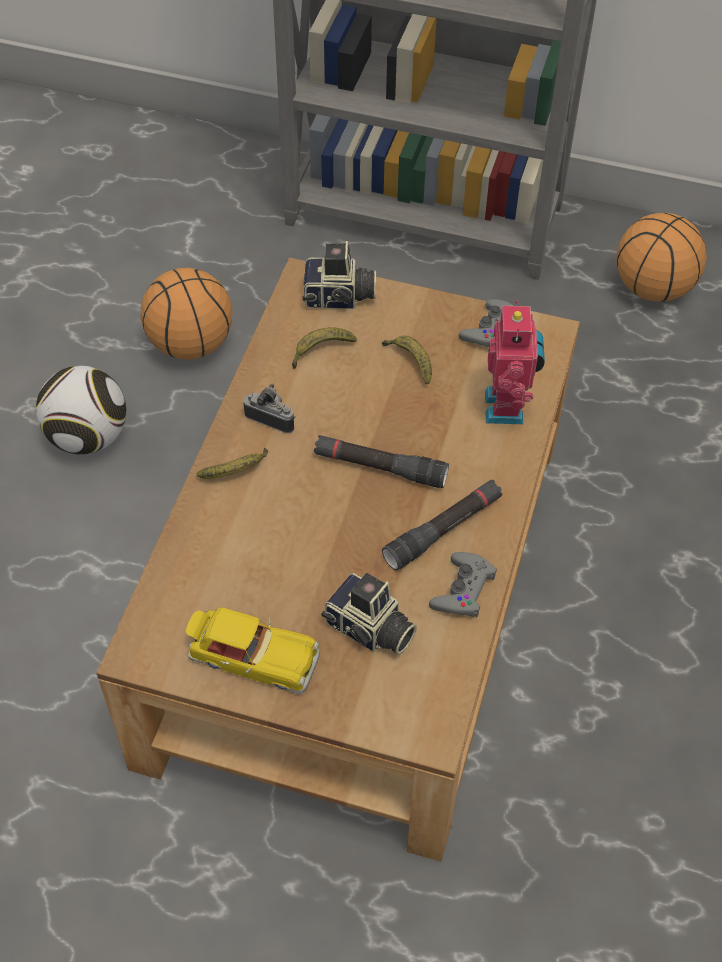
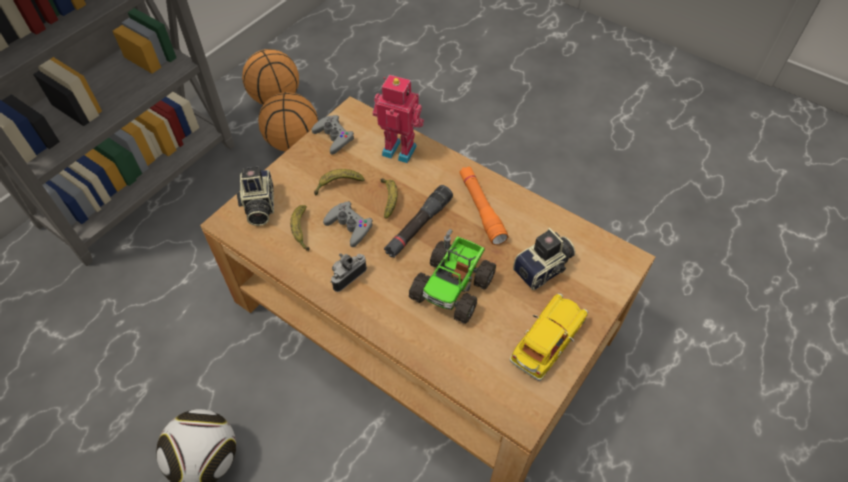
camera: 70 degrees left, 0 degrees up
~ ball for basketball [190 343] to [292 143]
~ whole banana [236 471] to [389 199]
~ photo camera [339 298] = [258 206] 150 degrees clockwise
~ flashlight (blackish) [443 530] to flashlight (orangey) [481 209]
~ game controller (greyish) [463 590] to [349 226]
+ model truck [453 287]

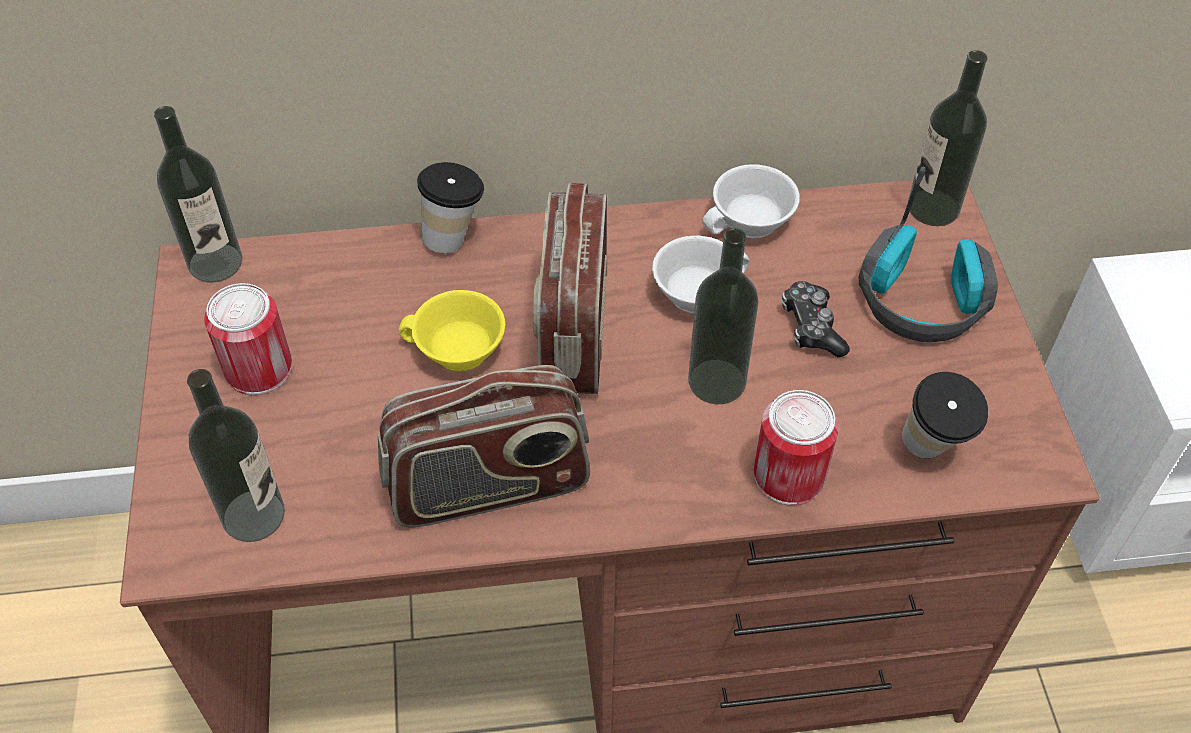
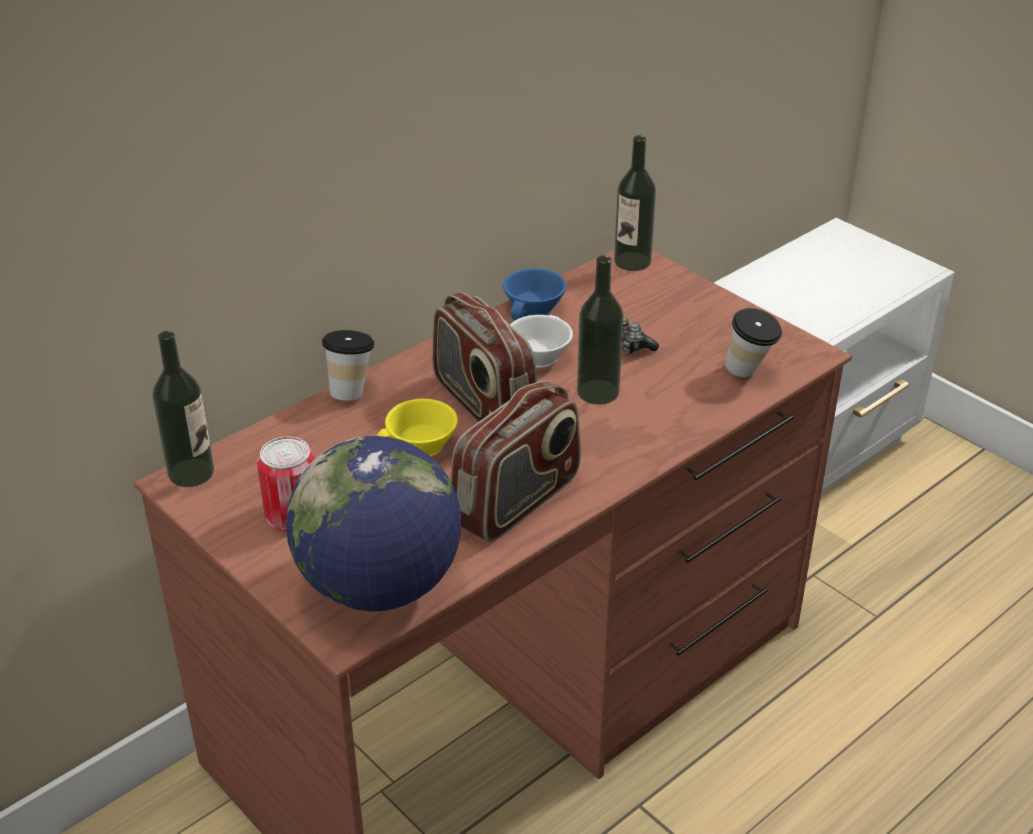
camera: 35 degrees left, 15 degrees down
~ bottle [254 515] to desk globe [379 586]
~ drinking cup (white-coloured) [751 223] to drinking cup (blue-coloured) [535 309]
- sealed can [789 476]
- headphones [922 300]

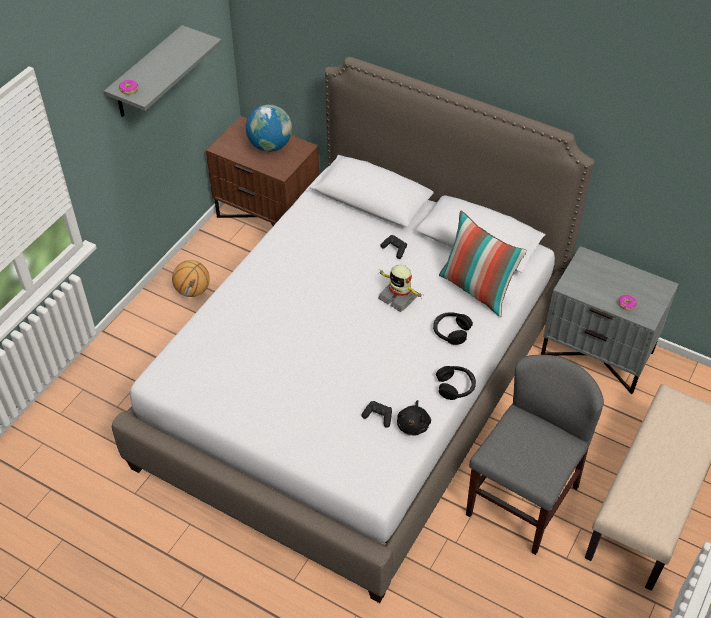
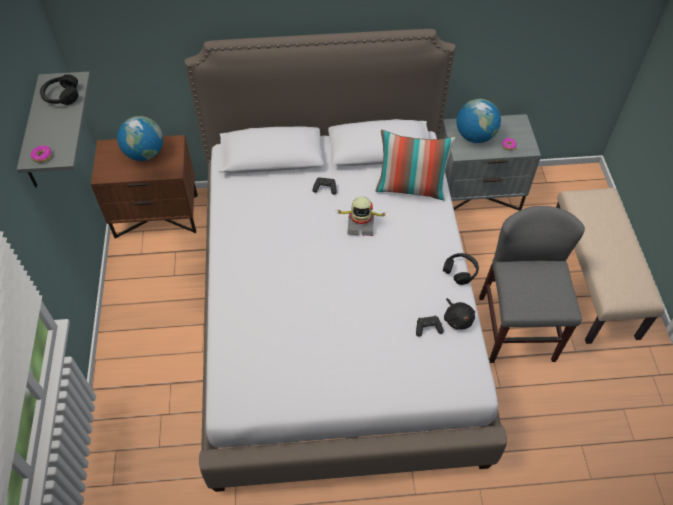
camera: 35 degrees left, 5 degrees up
- ball for basketball [193 290]
~ headphones (blackish) [451 331] to [61 96]
+ desk globe [475 136]

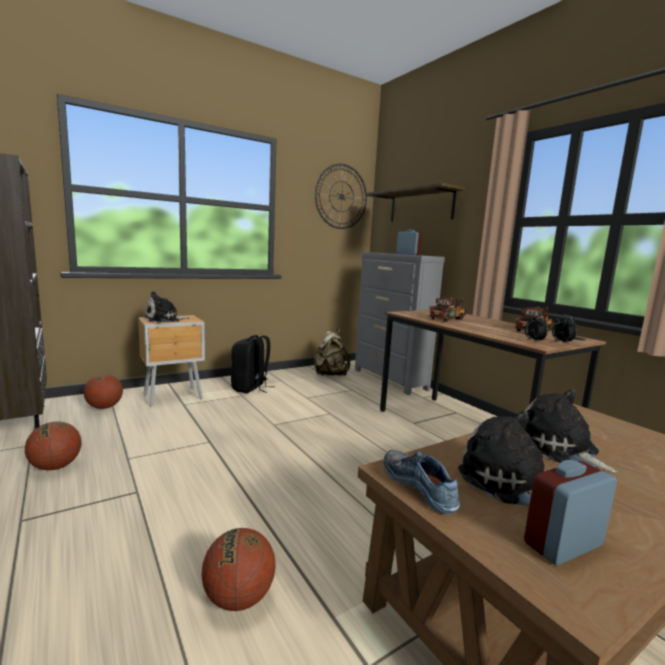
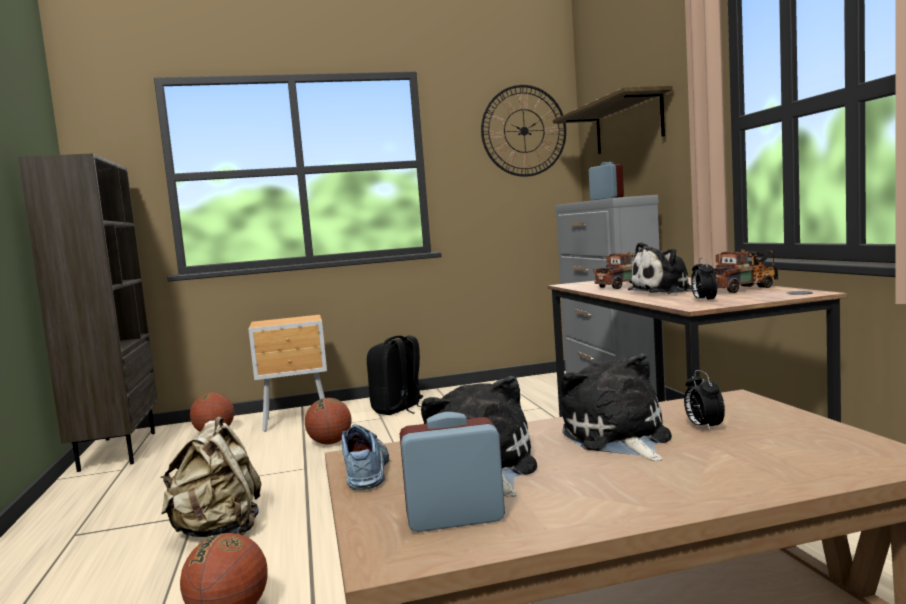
camera: 20 degrees right, 5 degrees down
~ ball for basketball [55 467] to [330 443]
~ soft toy [164 320] to [666 291]
~ rucksack (beige) [329 375] to [219 531]
~ bedside clock [561 342] to [703 427]

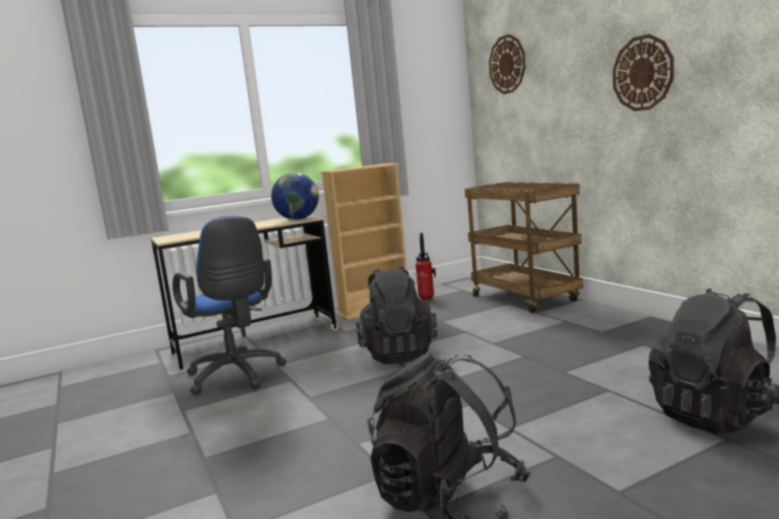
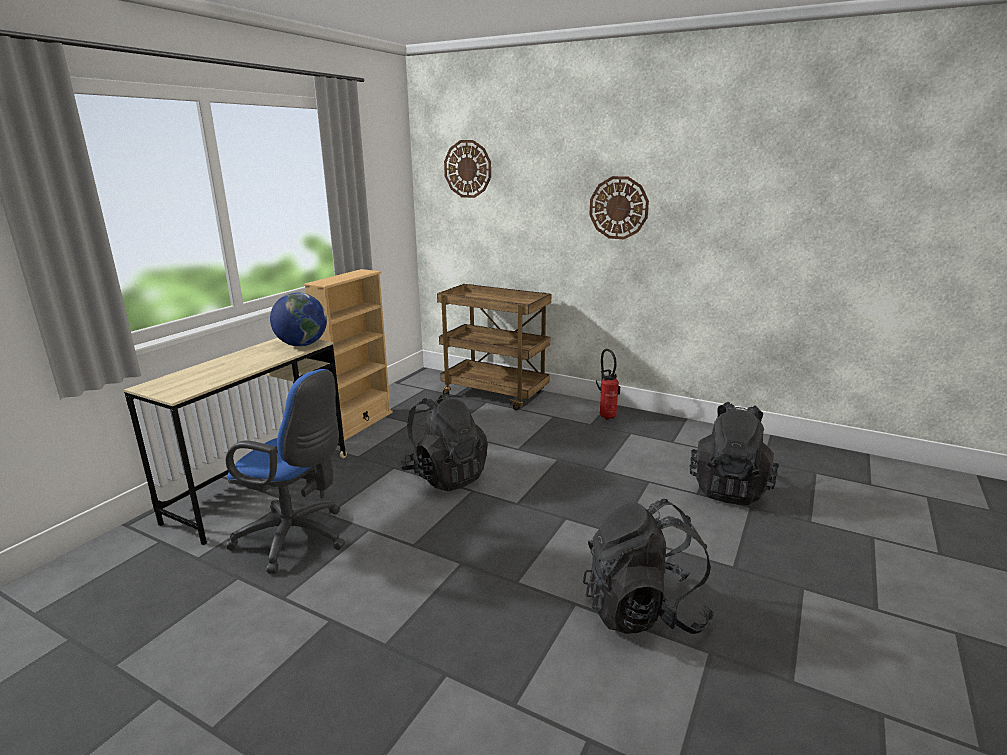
camera: 35 degrees left, 10 degrees up
~ extinguisher [427 297] to [606 416]

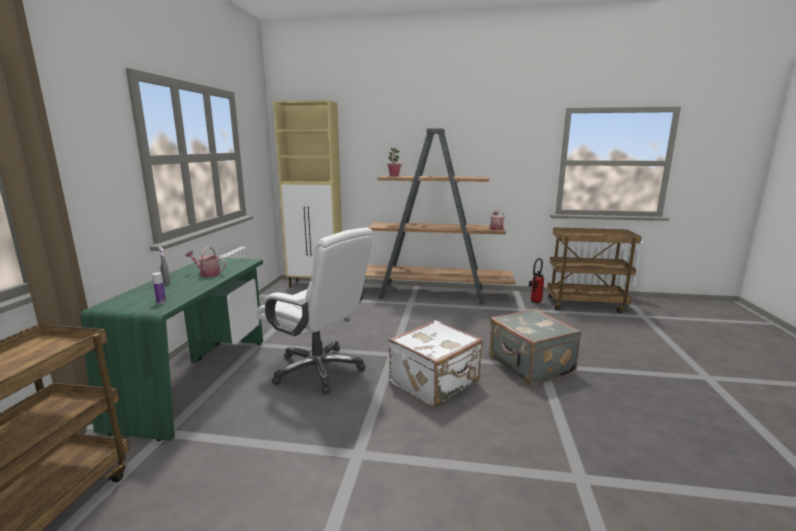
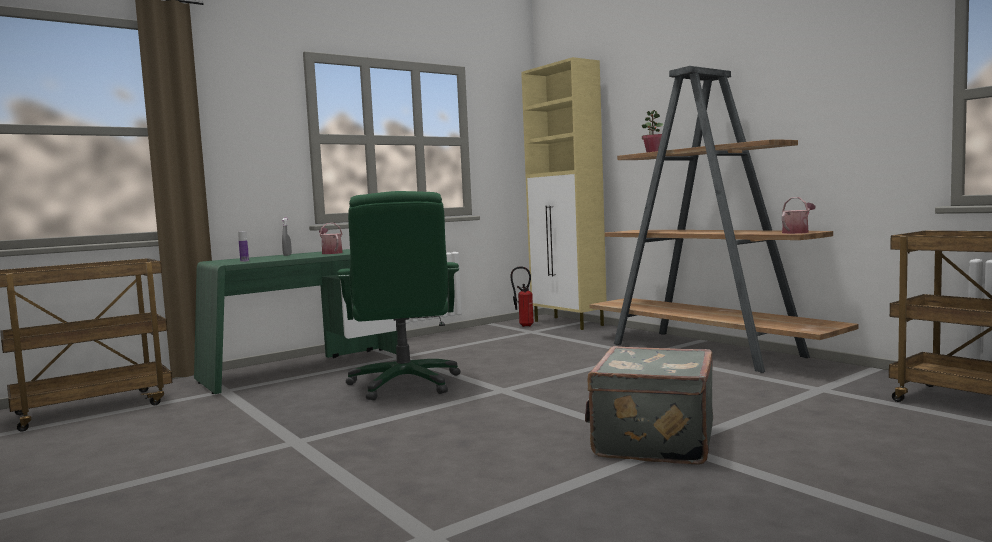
camera: 45 degrees right, 10 degrees down
~ office chair (white-coloured) [319 370] to office chair (green) [405 384]
- travel case (white-coloured) [435 383]
~ extinguisher [534 302] to [524 325]

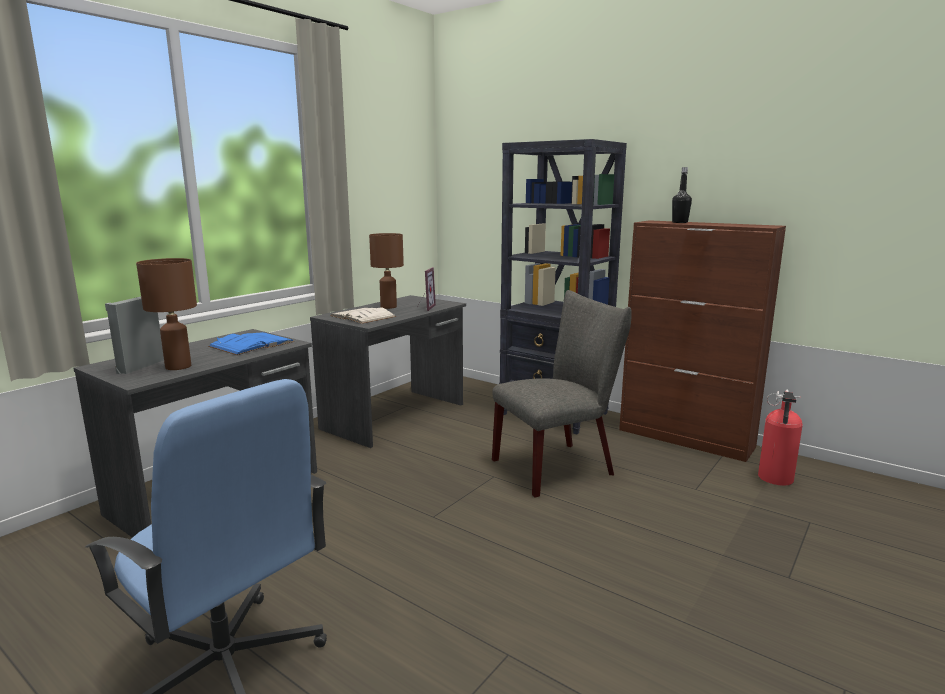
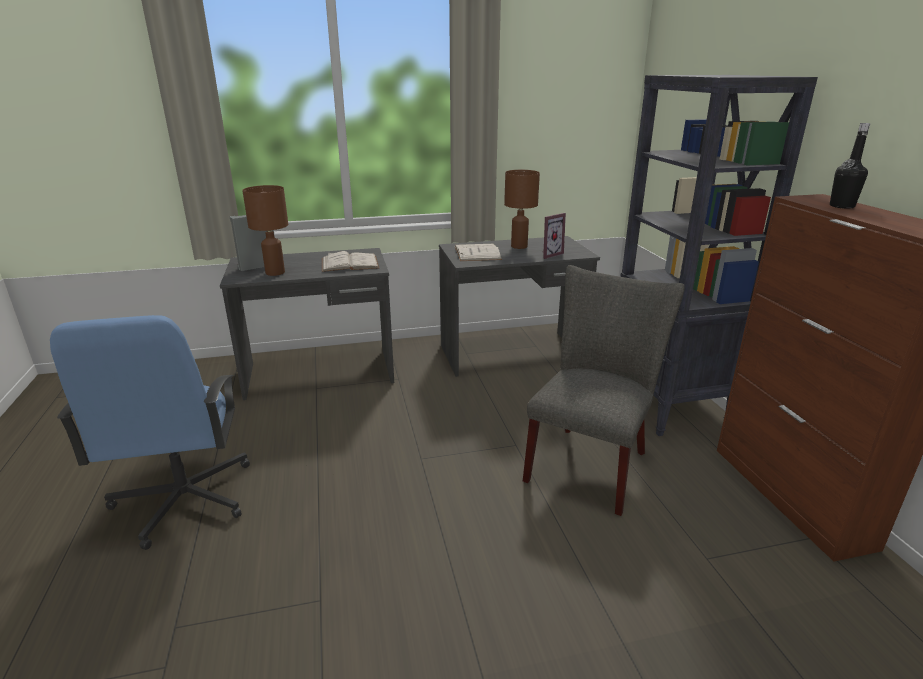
camera: 40 degrees right, 10 degrees up
~ bound book (blue-coloured) [251 344] to bound book (white-coloured) [349 263]
~ chair (greyish) [559 466] = [590 462] 75 degrees counterclockwise
- extinguisher [775 479]

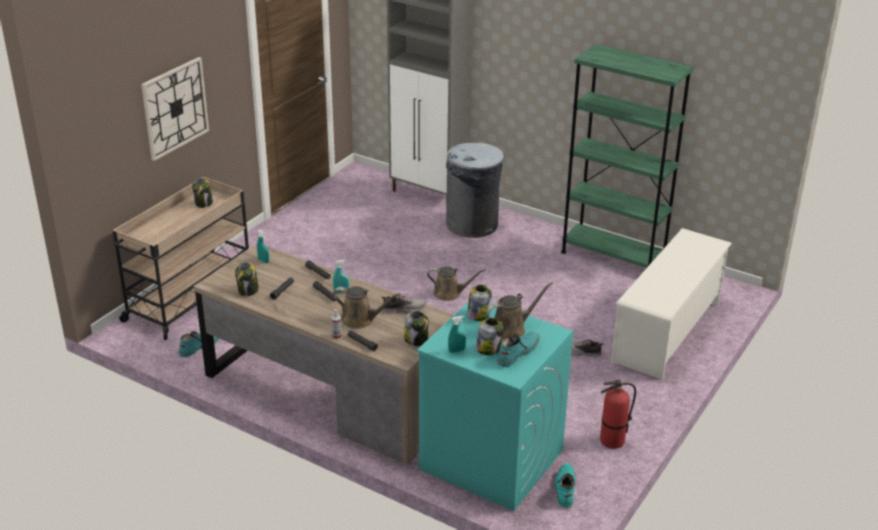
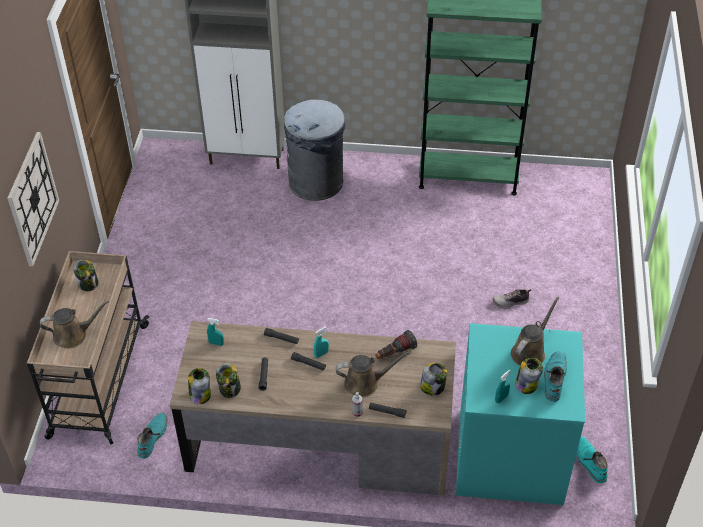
camera: 25 degrees left, 15 degrees up
~ shoe [403 309] to flashlight [394 353]
~ sprinkling can (brown-coloured) [450 294] to [73 335]
~ jar [478 315] to [200 394]
- extinguisher [612 441]
- shoe stand (white-coloured) [667 332]

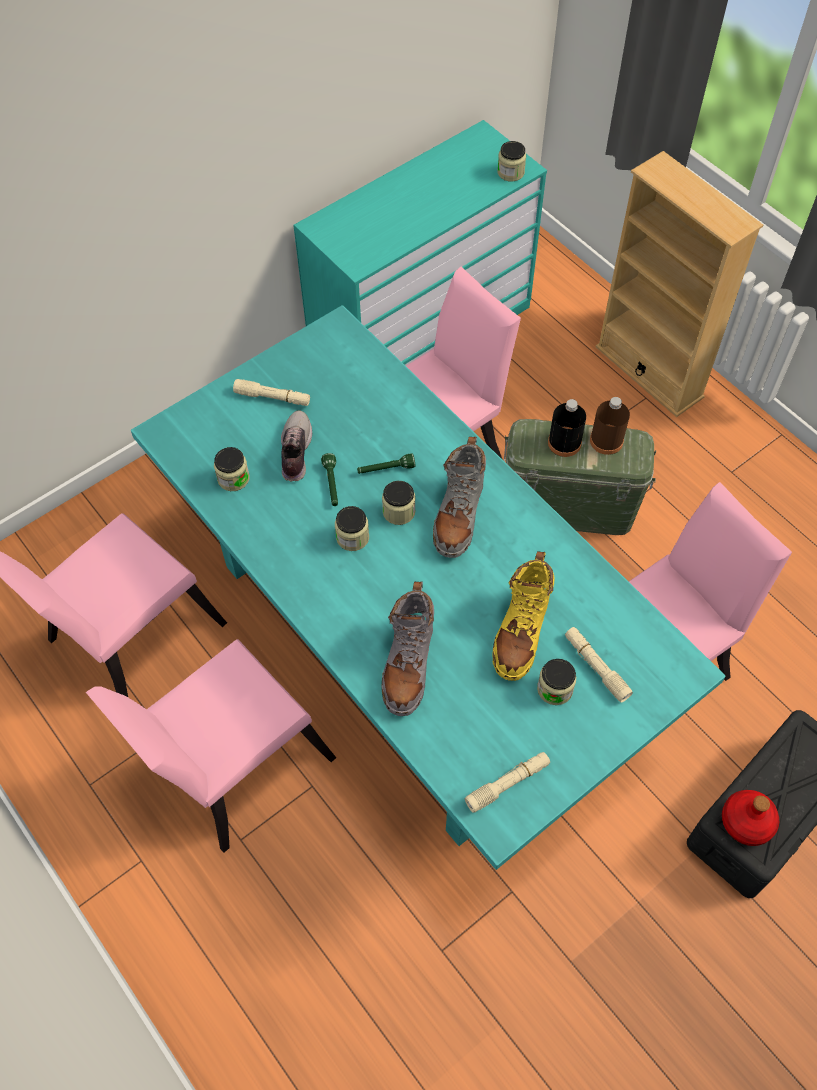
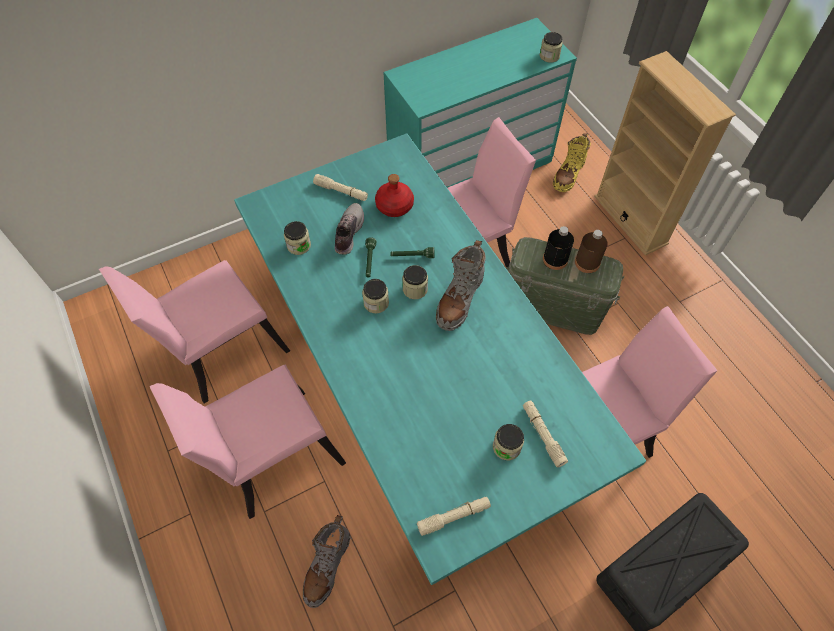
camera: 10 degrees right, 0 degrees up
~ high-top boot (greyish) [408 664] to [327 566]
~ high-top boot (yellow) [521 632] to [568 174]
~ bottle (reddish) [747 821] to [395 205]

